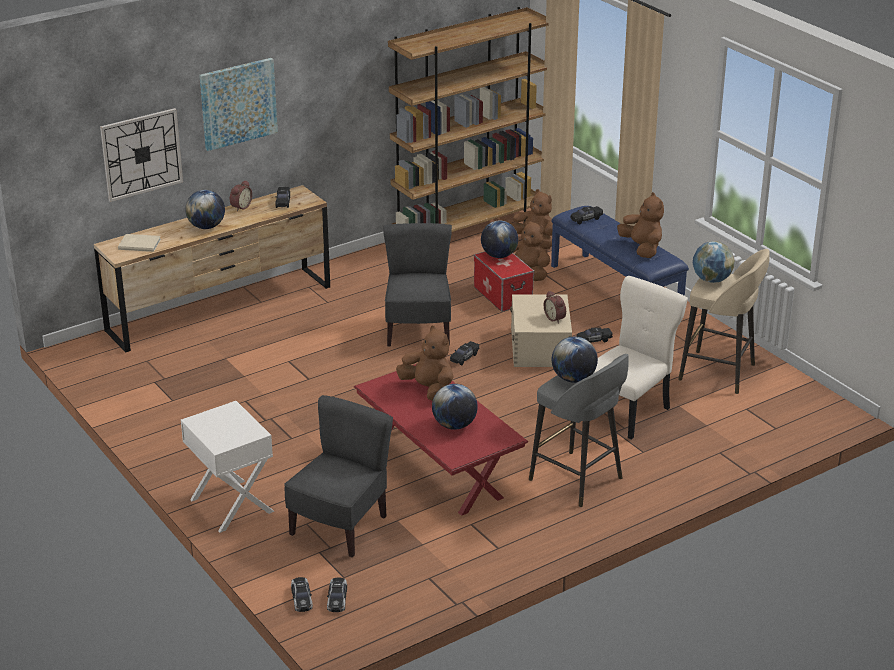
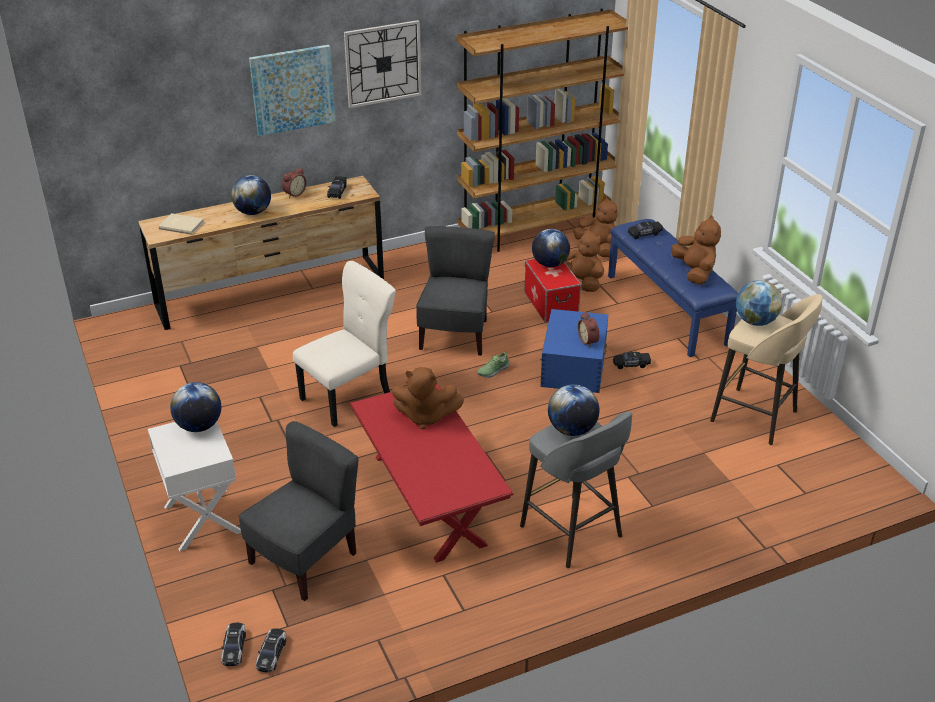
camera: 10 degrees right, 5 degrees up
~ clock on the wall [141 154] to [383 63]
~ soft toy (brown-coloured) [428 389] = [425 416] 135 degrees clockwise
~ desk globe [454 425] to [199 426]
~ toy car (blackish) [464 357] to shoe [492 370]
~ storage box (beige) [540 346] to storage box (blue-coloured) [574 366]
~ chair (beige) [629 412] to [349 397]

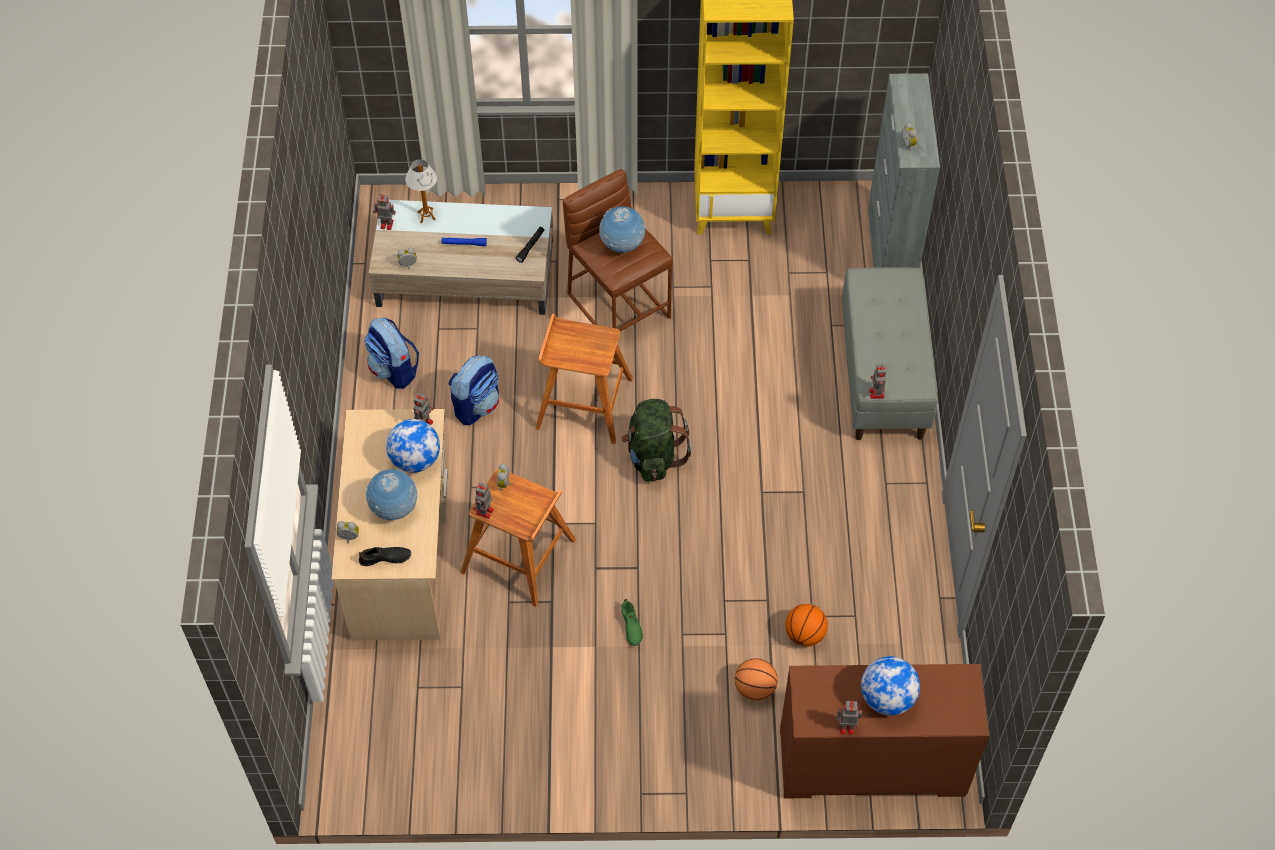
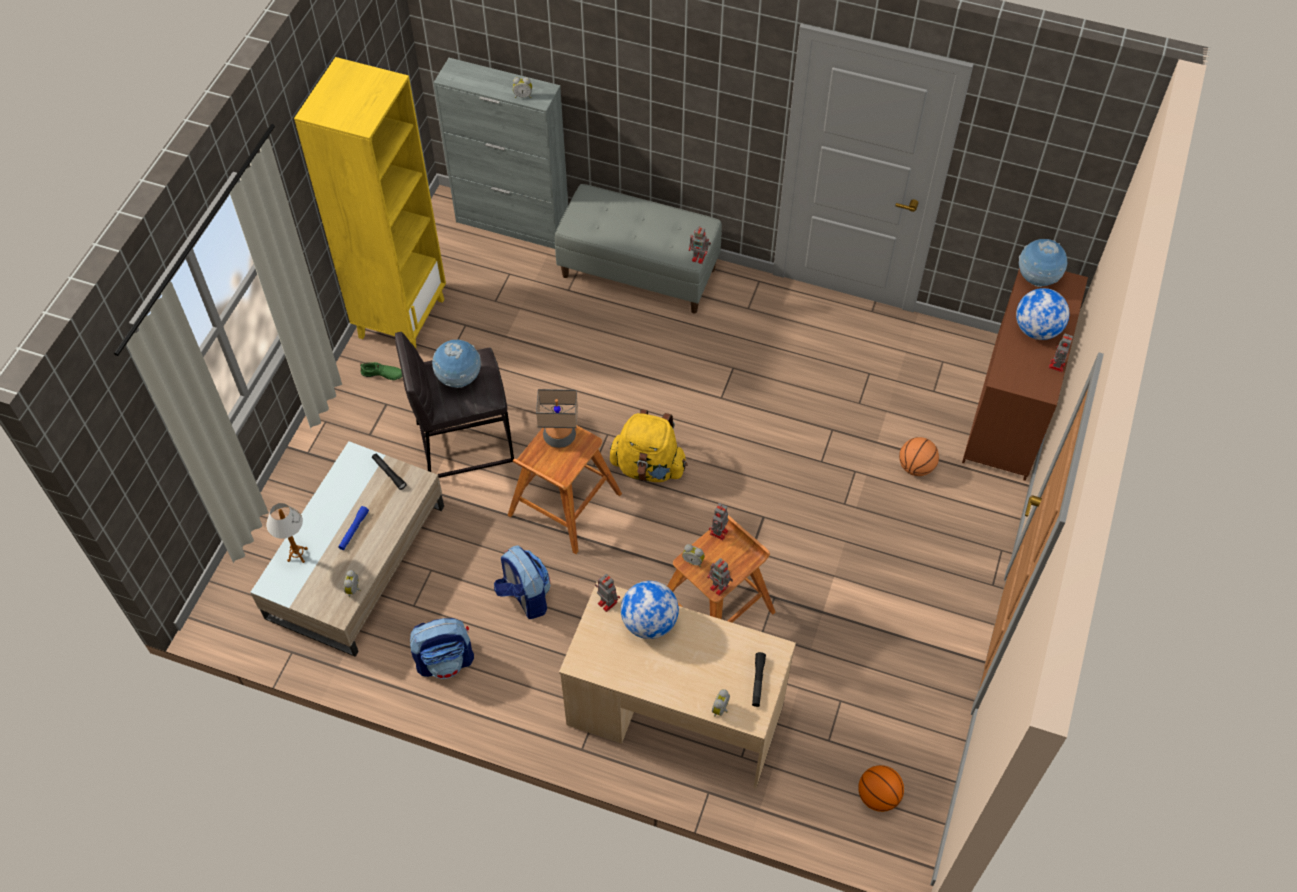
camera: 70 degrees left, 0 degrees up
~ shoe (blackish) [385 558] to flashlight (blackish) [758 681]
~ desk globe [394 509] to [1037 279]
~ robot figure [386 224] to [718 533]
~ stool seat (brown-coloured) [619 304] to stool seat (greyish) [464 441]
~ rucksack (green) [653 456] to rucksack (yellow) [648 467]
~ shoe (green) [631 626] to [382 374]
~ ball for basketball [804 634] to [878 796]
+ tabletop lamp [560 437]

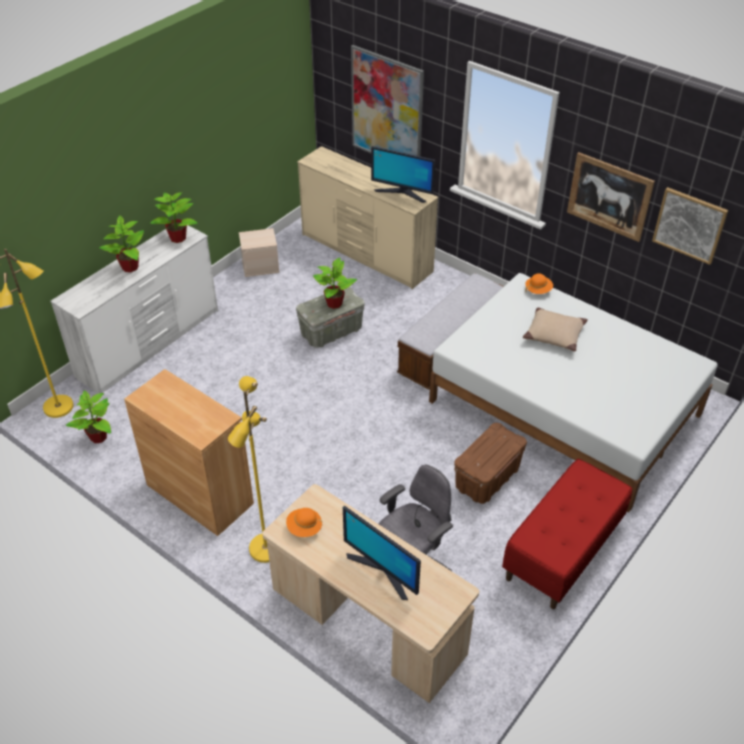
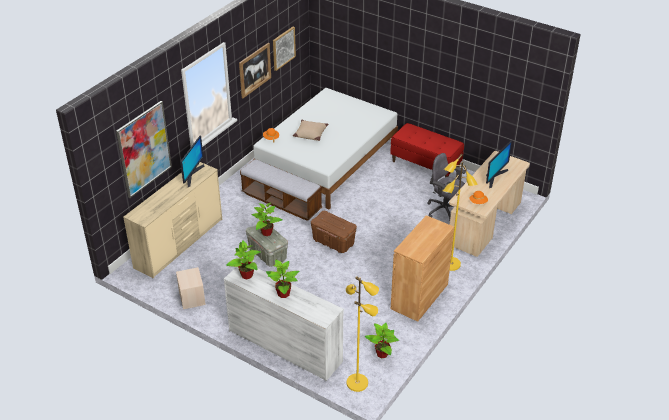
camera: 95 degrees left, 5 degrees down
~ storage box (brown-coloured) [487 479] to [334 242]

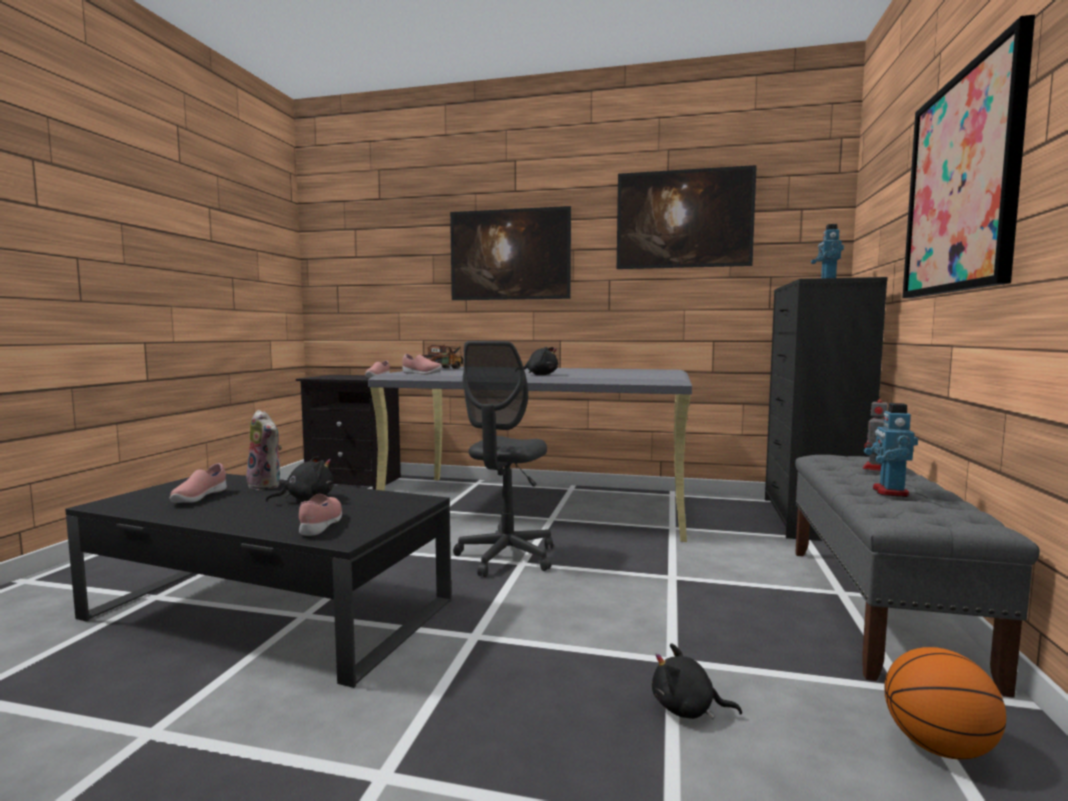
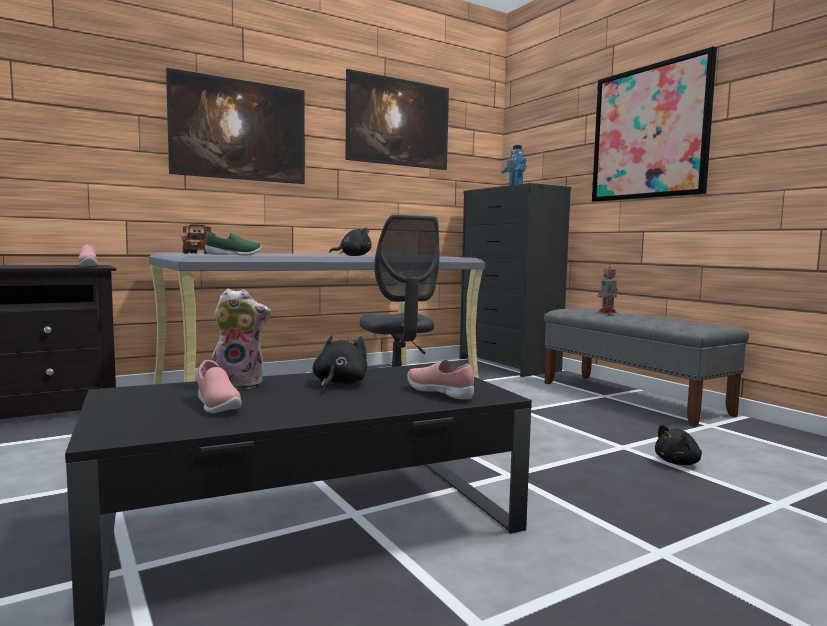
camera: 45 degrees left, 0 degrees up
~ shoe (pink) [421 374] to shoe (green) [233 255]
- robot figure [889 492]
- ball for basketball [938 747]

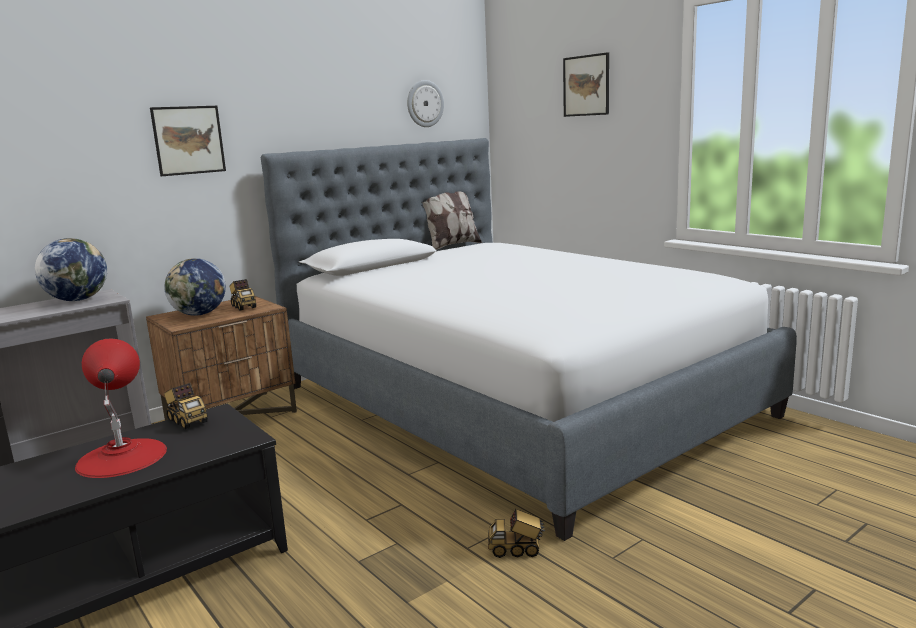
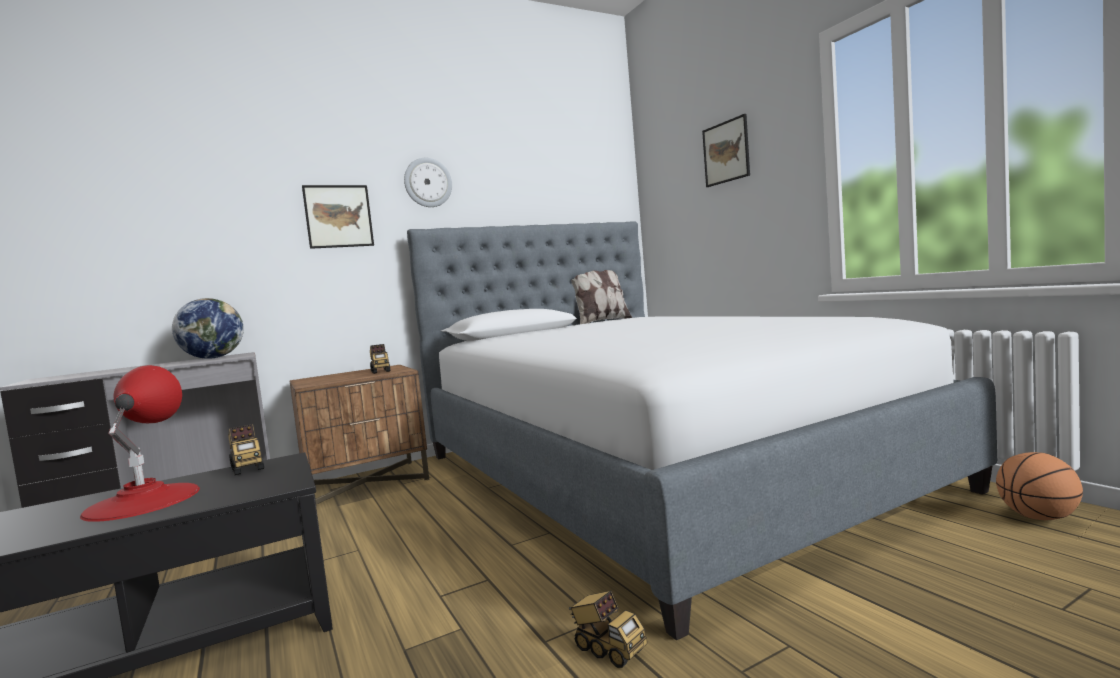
camera: 10 degrees right, 10 degrees down
- desk globe [199 314]
~ clock on the wall [424 103] to [428 182]
~ model truck [516 550] = [608 649] 150 degrees counterclockwise
+ ball for basketball [1038 518]

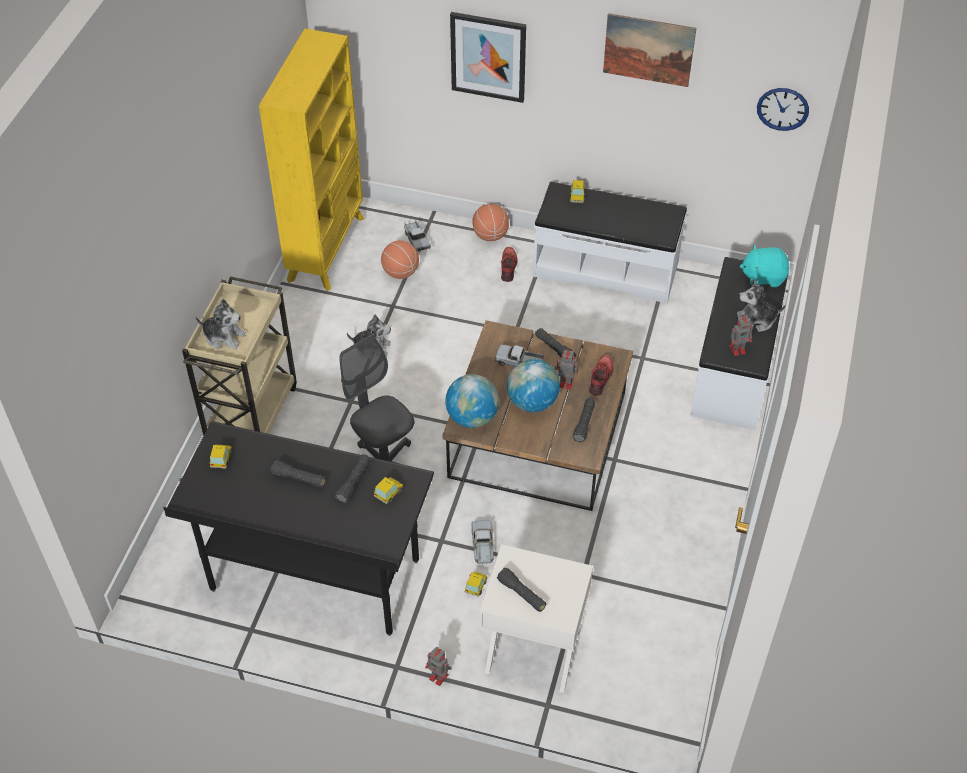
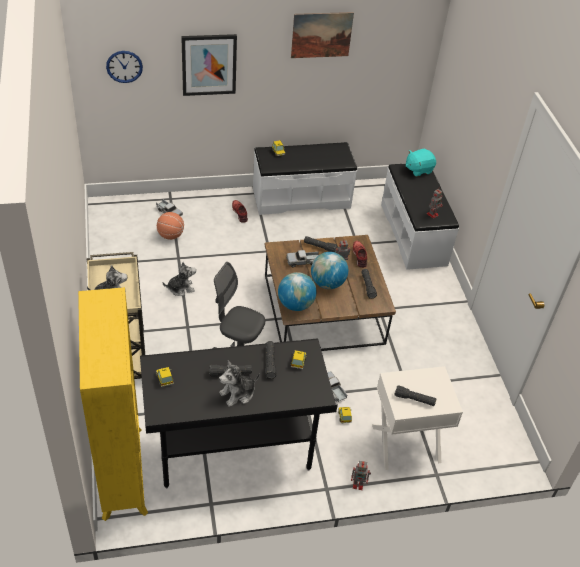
camera: 30 degrees left, 5 degrees down
~ bookshelf (yellow) [327 248] to [123 471]
- ball for basketball [490 235]
~ soft toy [756 320] to [238 393]
~ clock on the wall [782 109] to [124 66]

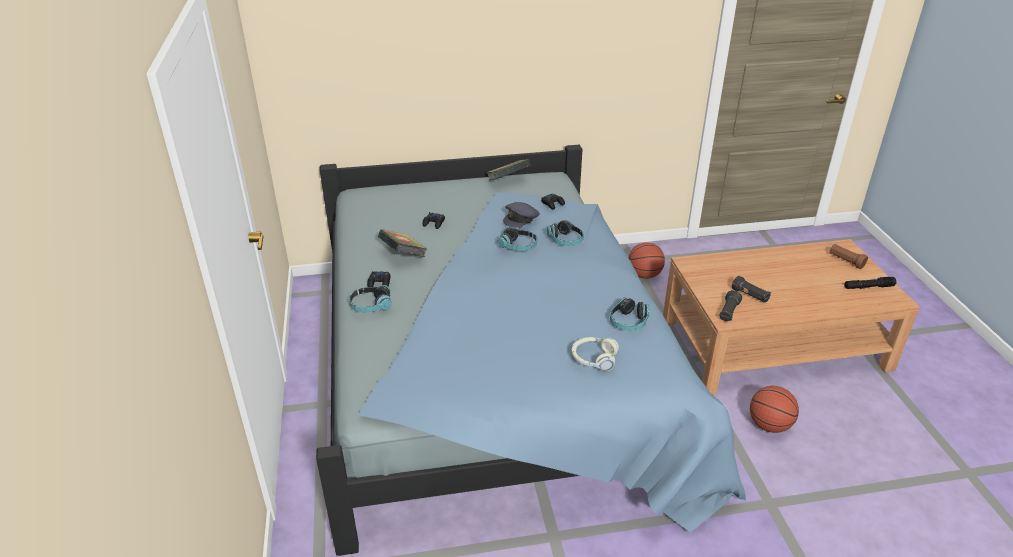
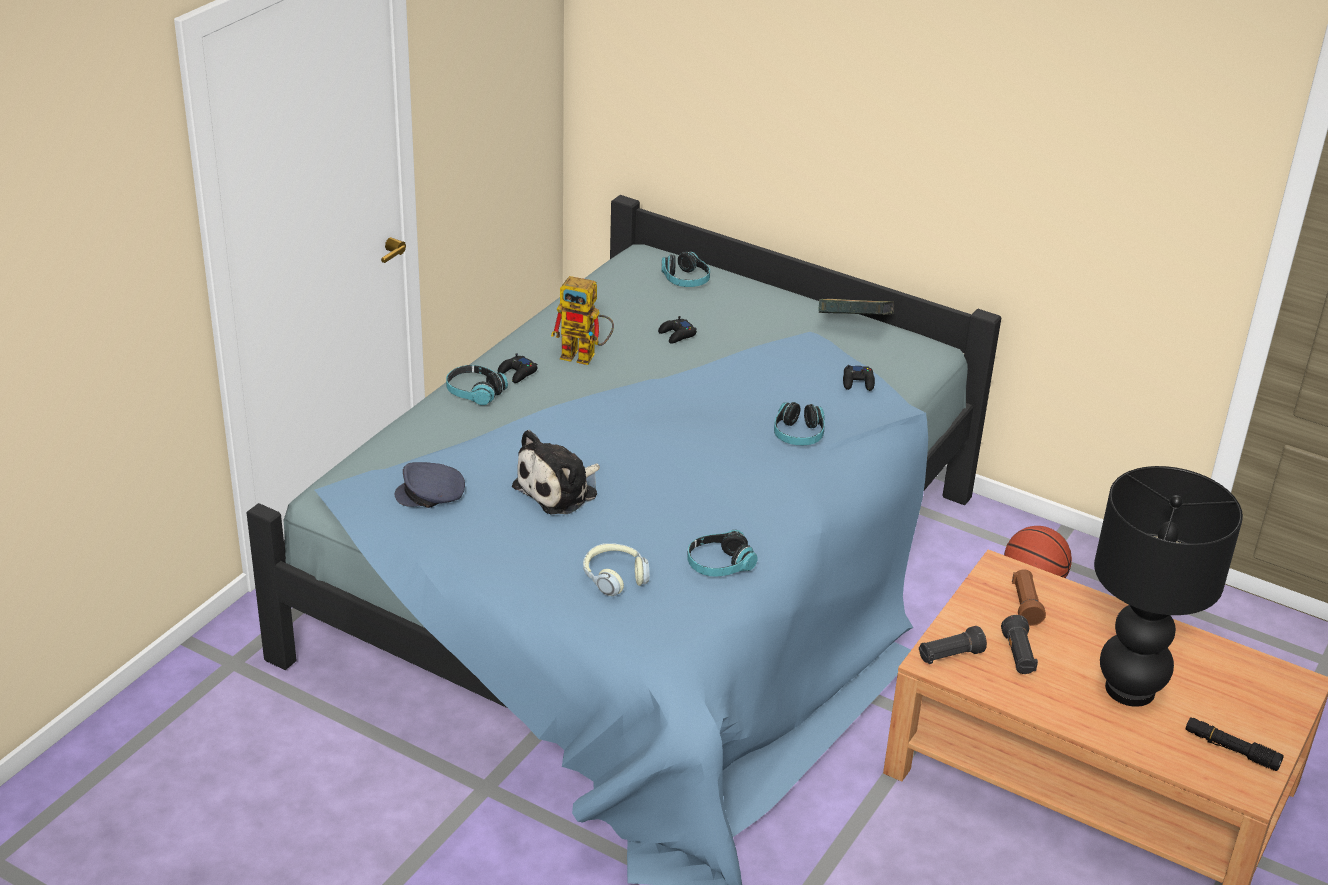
camera: 40 degrees right, 0 degrees up
~ bound book [403 256] to robot figure [586 356]
~ headphones [518 246] to [685 280]
~ baseball cap (greyish) [521 218] to [431 495]
- ball for basketball [769 425]
~ flashlight (brown-coloured) [846 261] to [1025 605]
+ soft toy [560 490]
+ tabletop lamp (blackish) [1131 689]

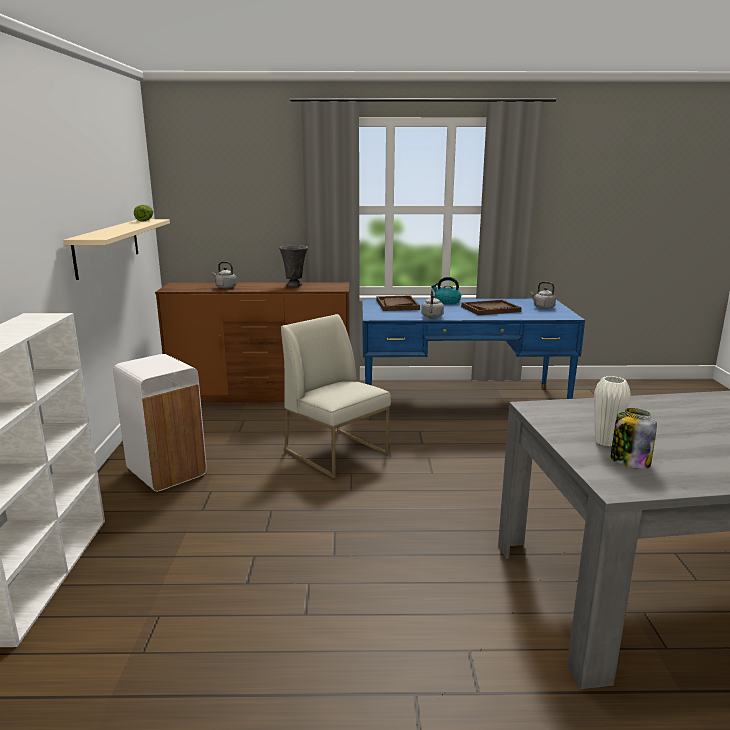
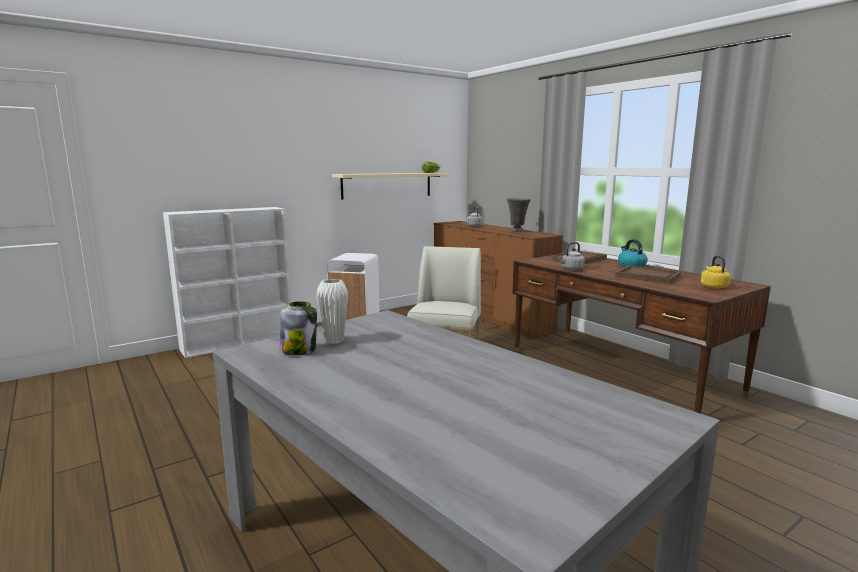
camera: 55 degrees right, 5 degrees down
~ desk table (blue-coloured) [461 401] to desk table (brown-coloured) [618 371]
~ tea kettle (greyish) [542 307] to tea kettle (yellow) [713 286]

